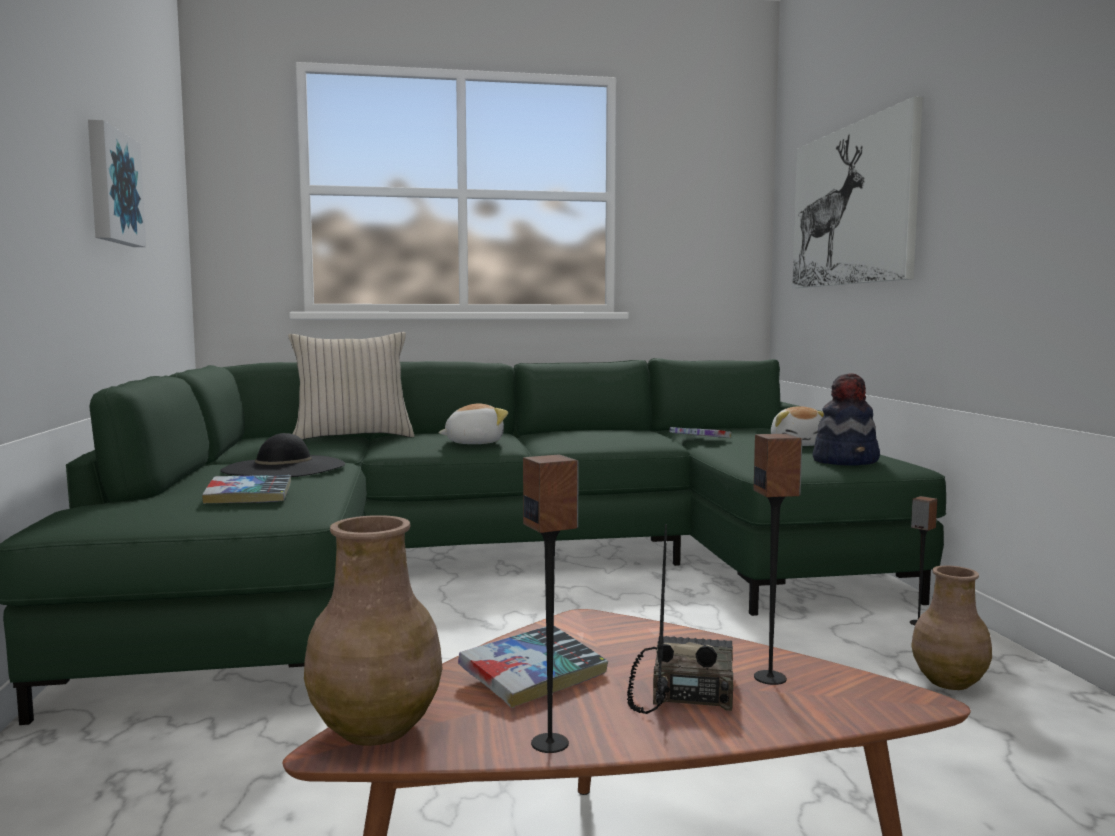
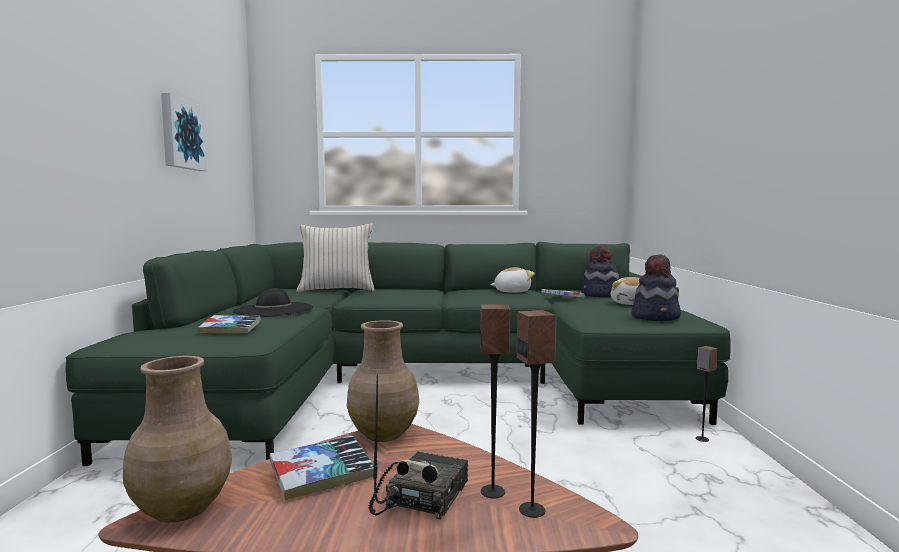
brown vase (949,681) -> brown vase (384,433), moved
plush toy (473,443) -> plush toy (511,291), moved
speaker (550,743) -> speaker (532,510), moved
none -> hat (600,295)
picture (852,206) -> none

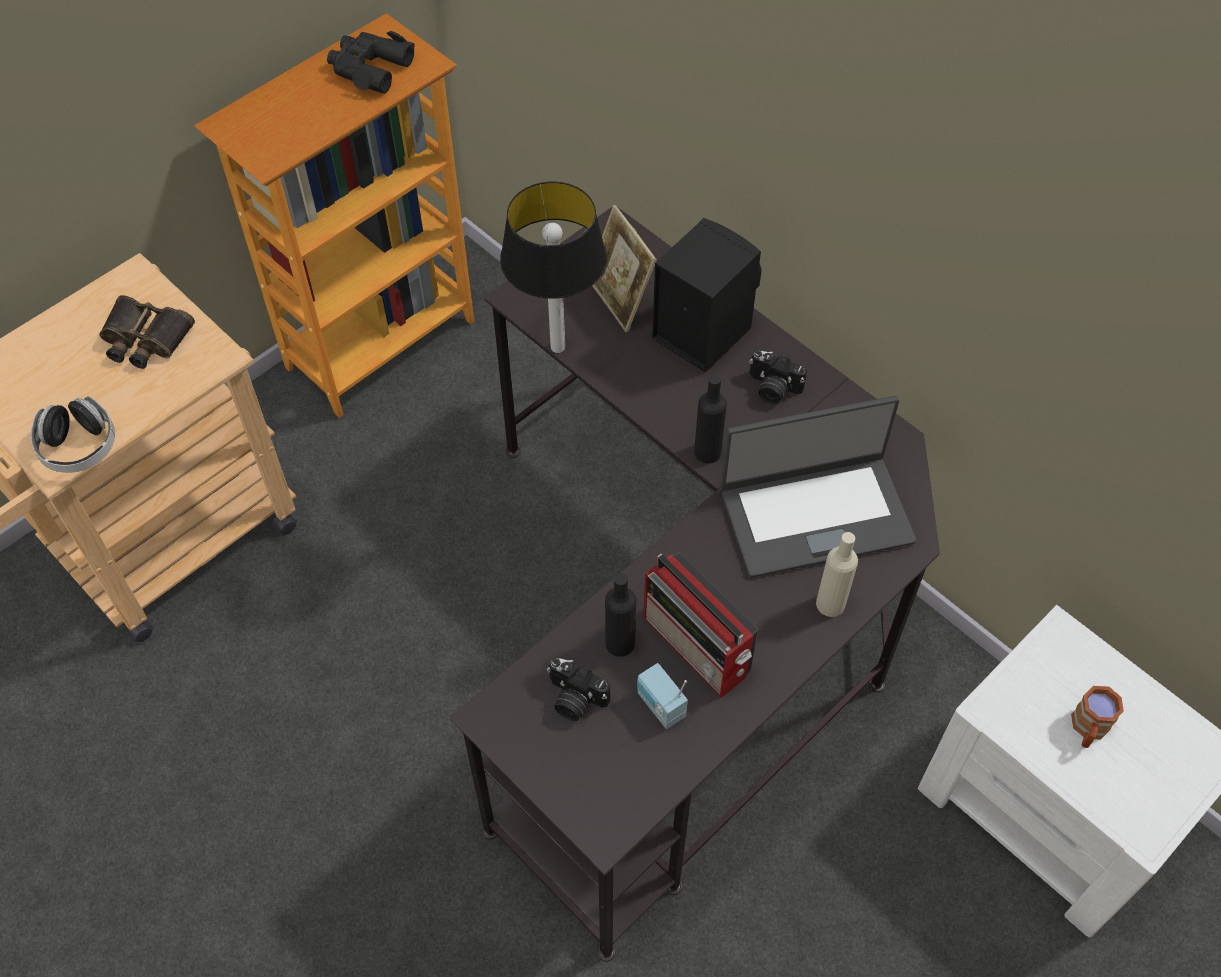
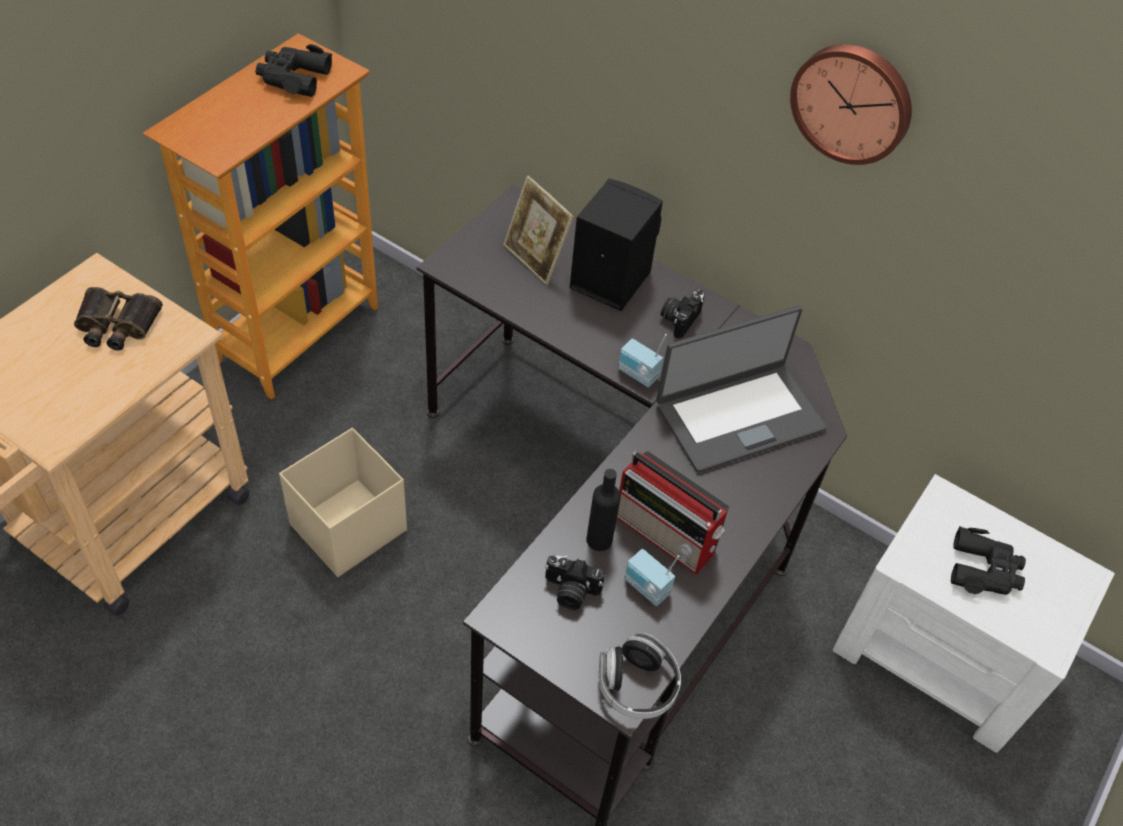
none -> beige storage box (346,528)
headphones (80,447) -> headphones (636,686), moved
black bottle (707,452) -> radio (637,375)
photo camera (772,389) -> photo camera (679,319), 105 degrees clockwise
none -> wall clock (853,102)
brown mug (1088,729) -> black binoculars (984,569)
table lamp (558,346) -> none
beige bottle (830,604) -> none

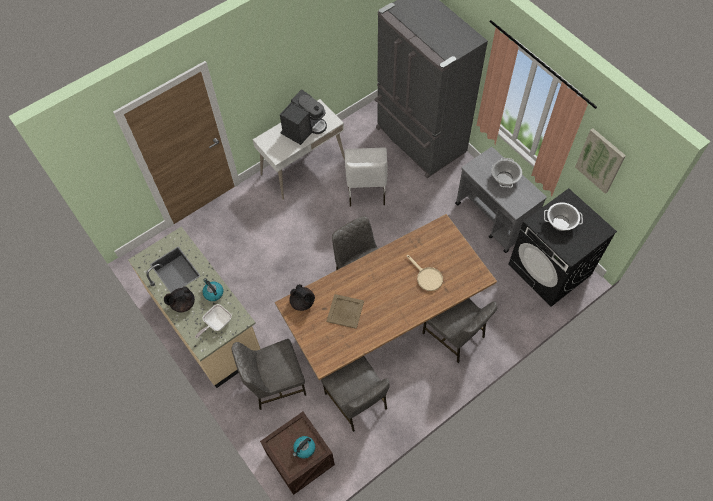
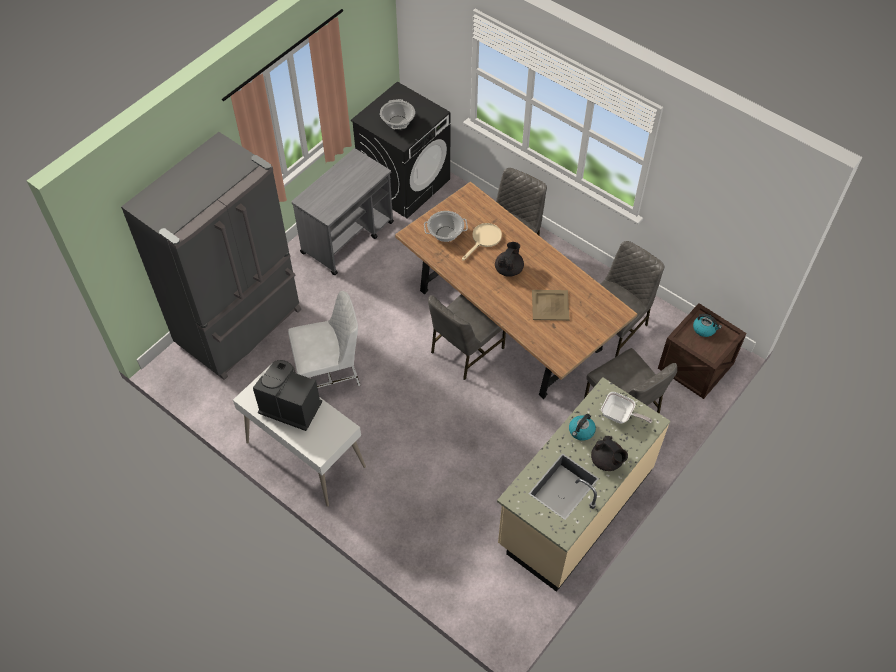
cooking pot (504,178) -> cooking pot (445,234), moved
black teapot (303,302) -> black teapot (509,269), moved
picture (600,160) -> none

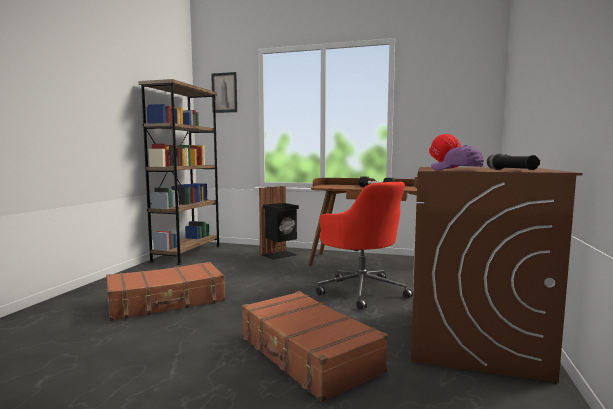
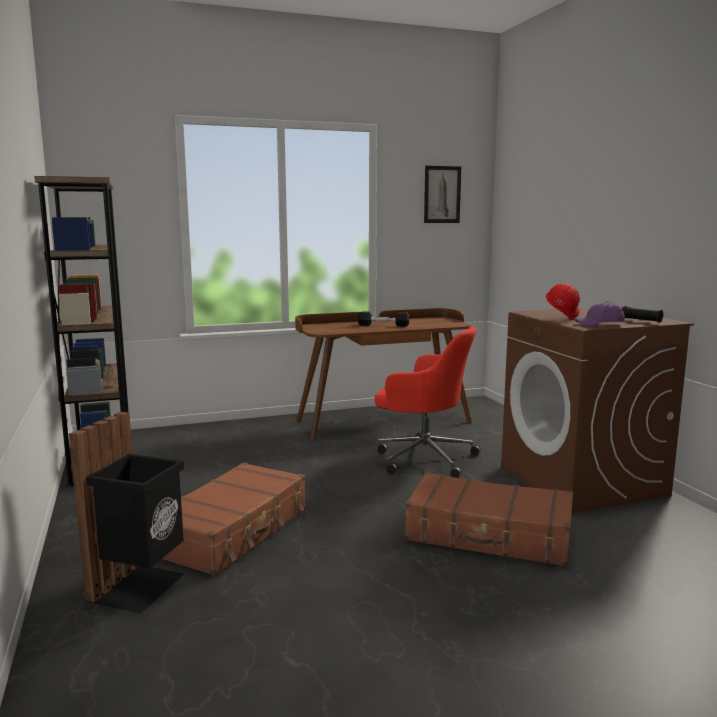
black trash can (280,255) -> black trash can (140,587), moved
picture (224,92) -> picture (442,194), moved

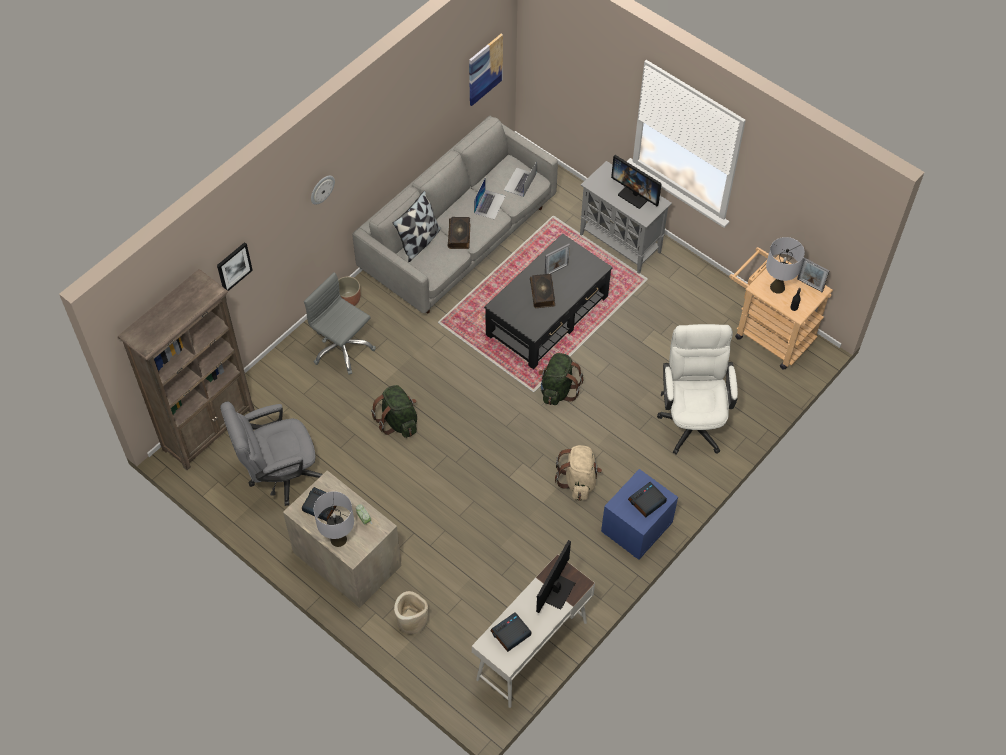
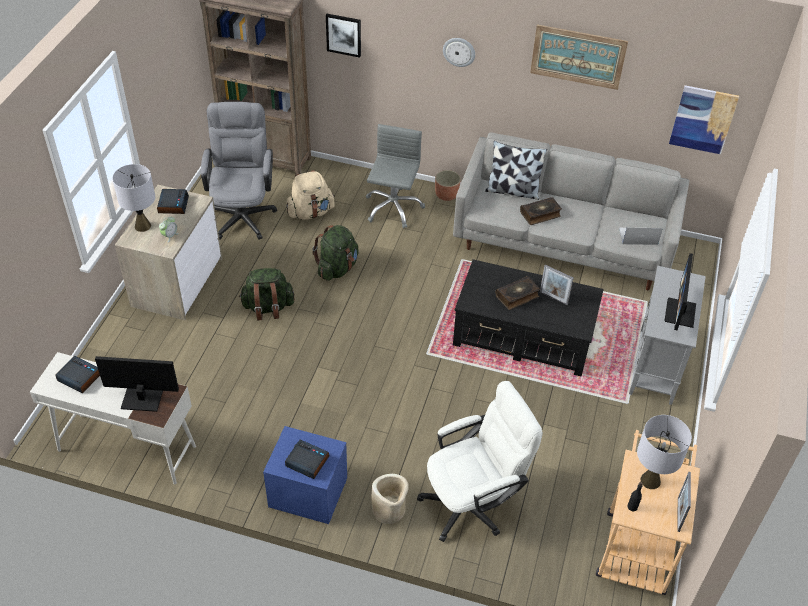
grey office chair (279,475) -> grey office chair (243,213), 45 degrees clockwise
green backpack (557,389) -> green backpack (268,307), moved
beige backpack (578,481) -> beige backpack (310,212), moved
beige planter (412,620) -> beige planter (389,510), moved
none -> picture (578,56)
laptop (489,204) -> none

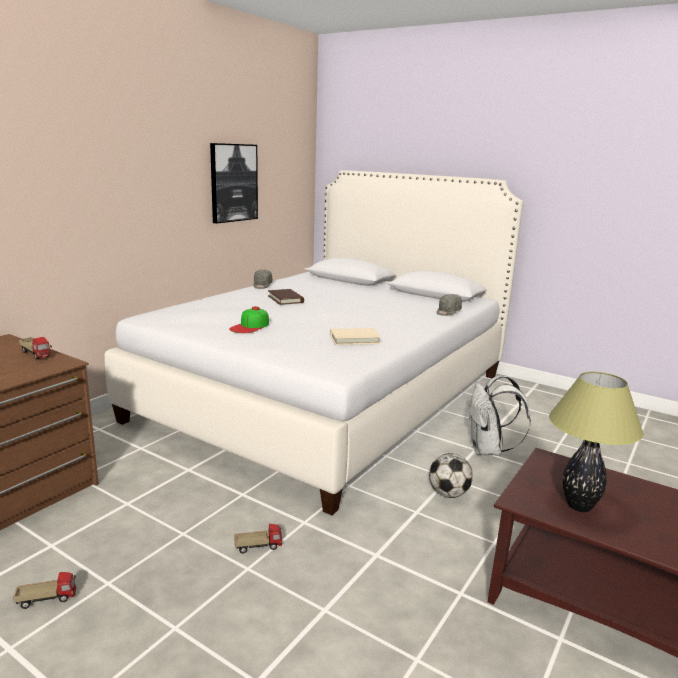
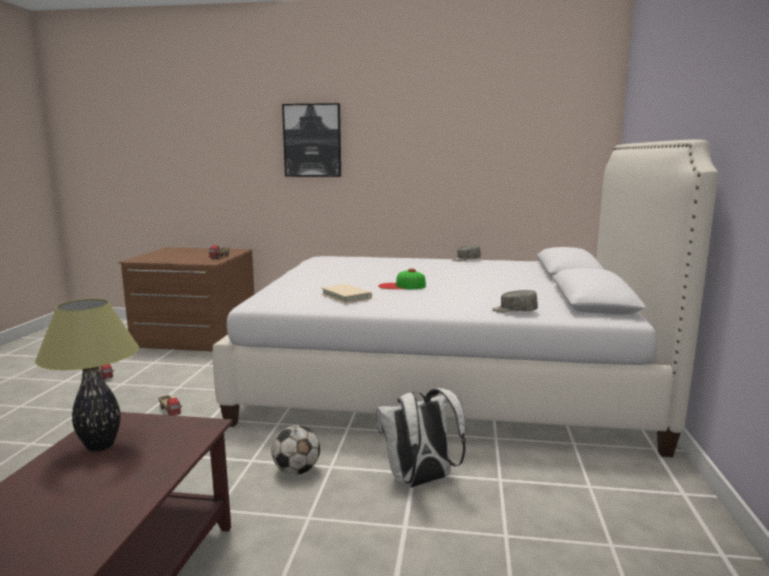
picture (233,183) -> picture (312,140), moved
cap (250,326) -> cap (401,286), moved
brown book (285,299) -> none

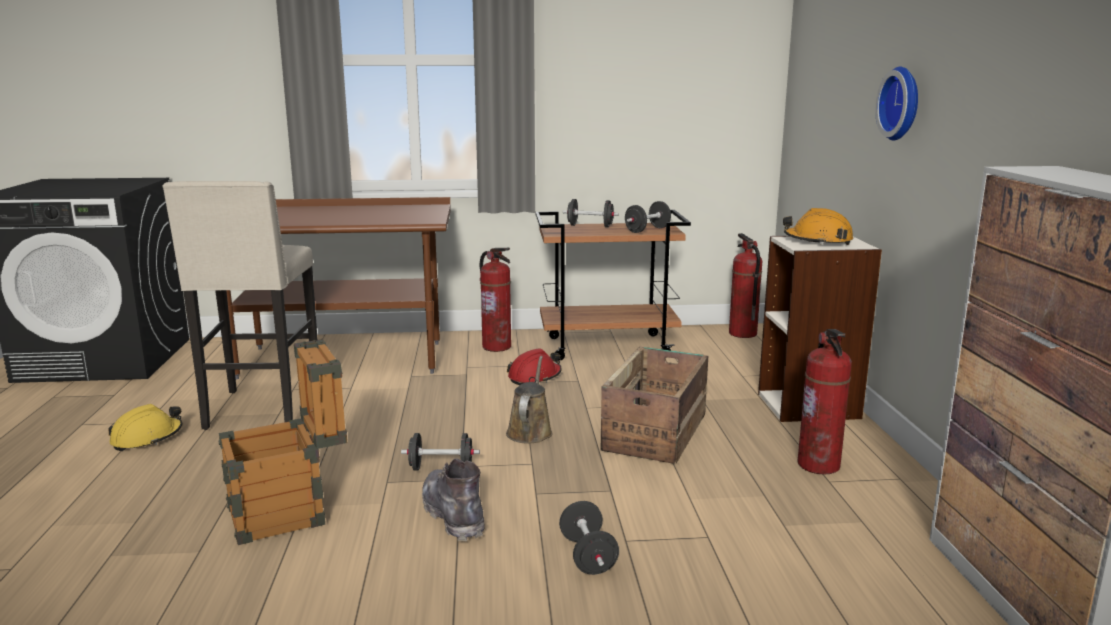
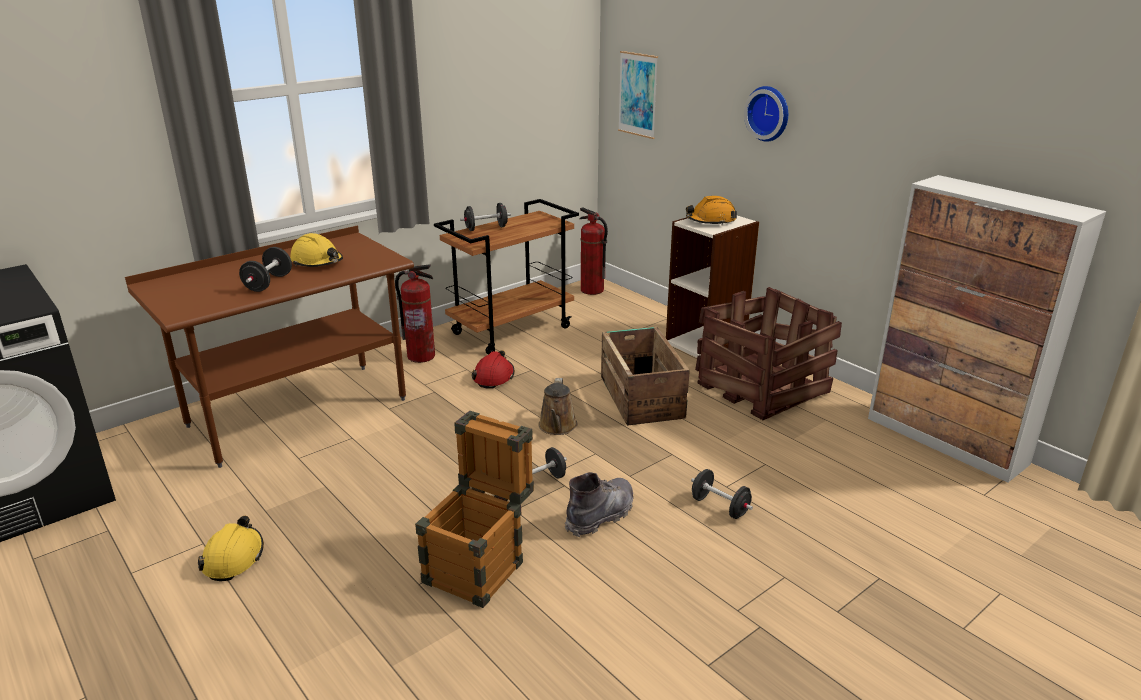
black dumbbell (647,230) -> black dumbbell (268,283), moved
none -> yellow hard hat (317,262)
brown watering can (530,431) -> brown watering can (557,427), 150 degrees counterclockwise
grey boot (453,516) -> grey boot (601,515), 105 degrees clockwise
none -> picture (637,94)
fire extinguisher (818,465) -> crate (762,388)
beige stool (261,410) -> none

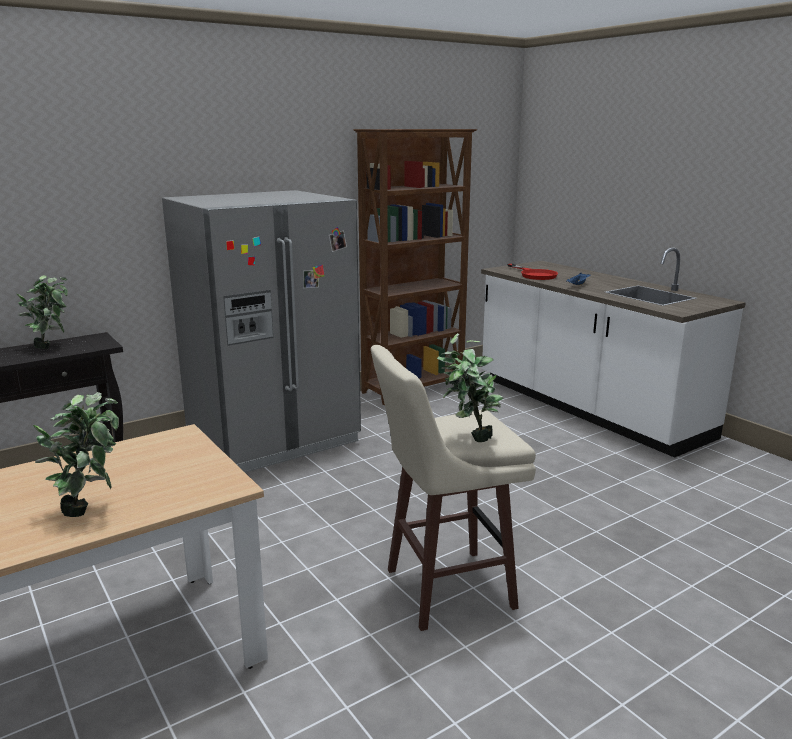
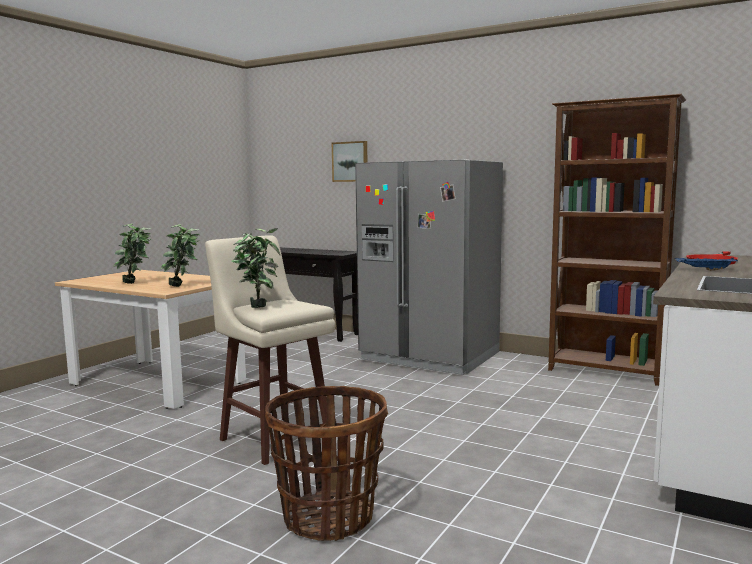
potted plant (52,346) -> potted plant (182,286), moved
none -> basket (328,517)
none -> picture (350,161)

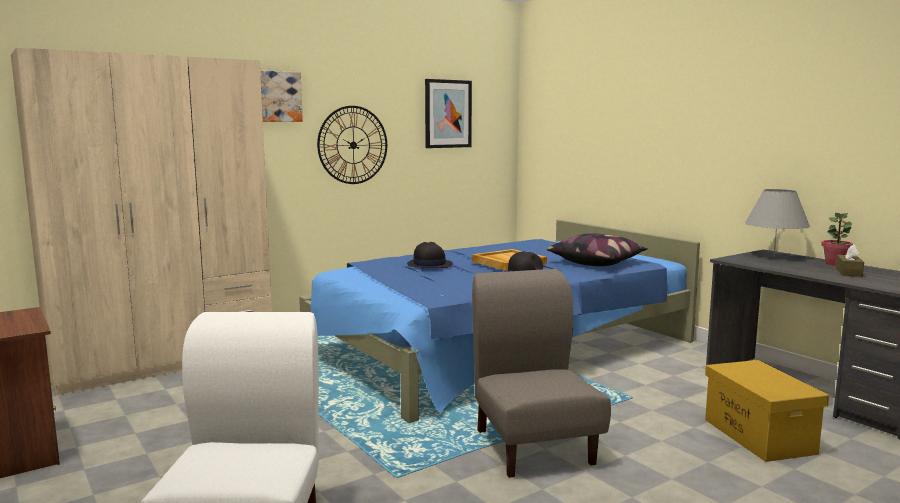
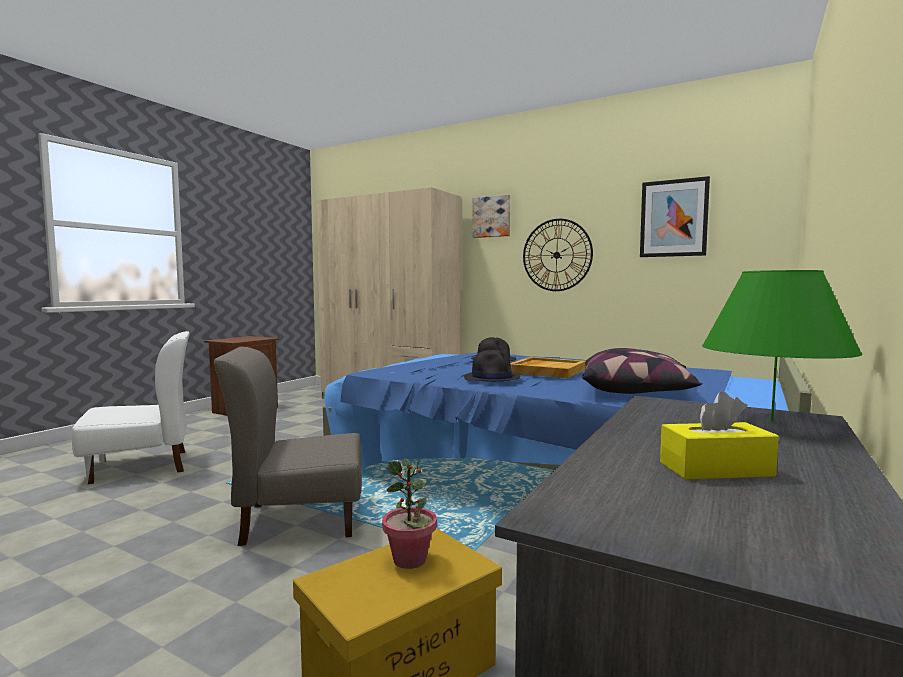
grey chair (534,446) -> grey chair (299,519), 150 degrees counterclockwise
potted plant (835,264) -> potted plant (410,560), moved
brown tissue box (848,272) -> yellow tissue box (715,469)
grey table lamp (773,256) -> green table lamp (772,421)

